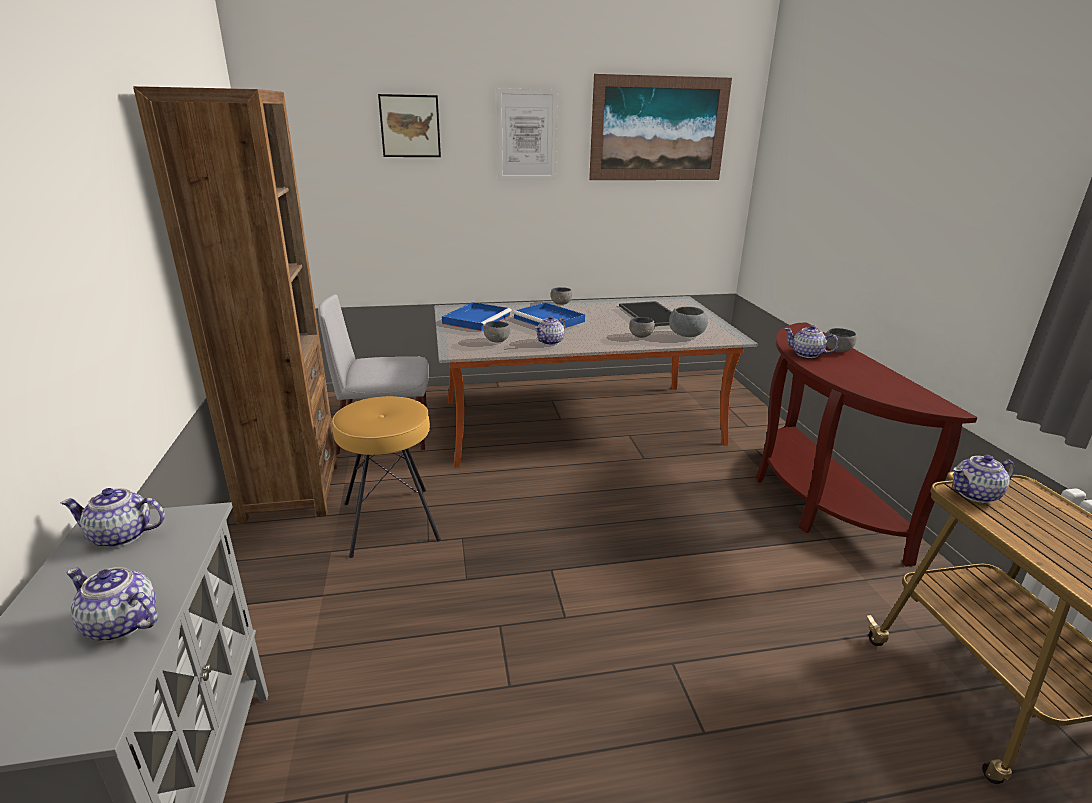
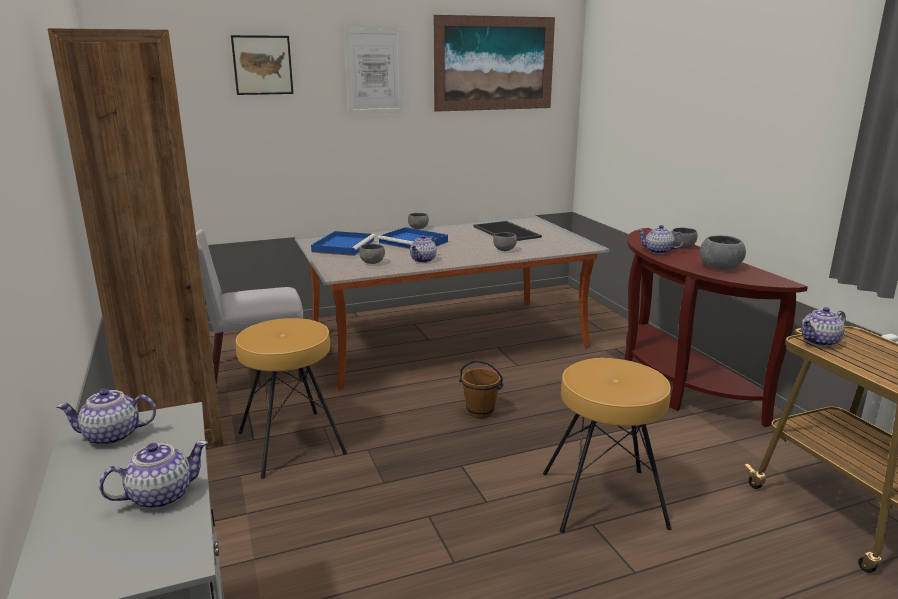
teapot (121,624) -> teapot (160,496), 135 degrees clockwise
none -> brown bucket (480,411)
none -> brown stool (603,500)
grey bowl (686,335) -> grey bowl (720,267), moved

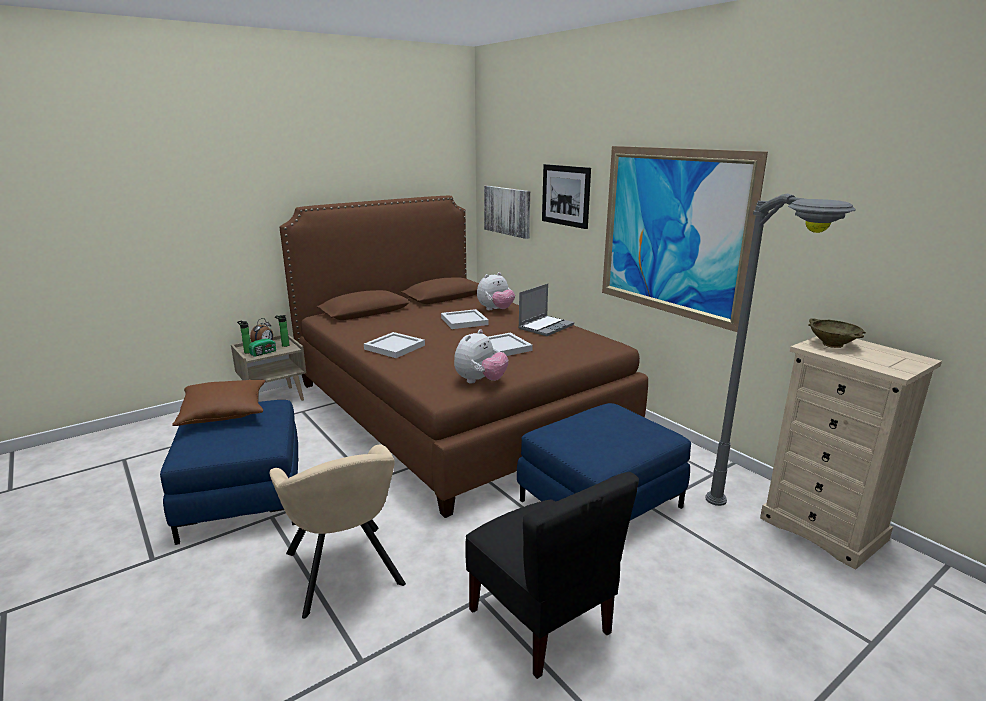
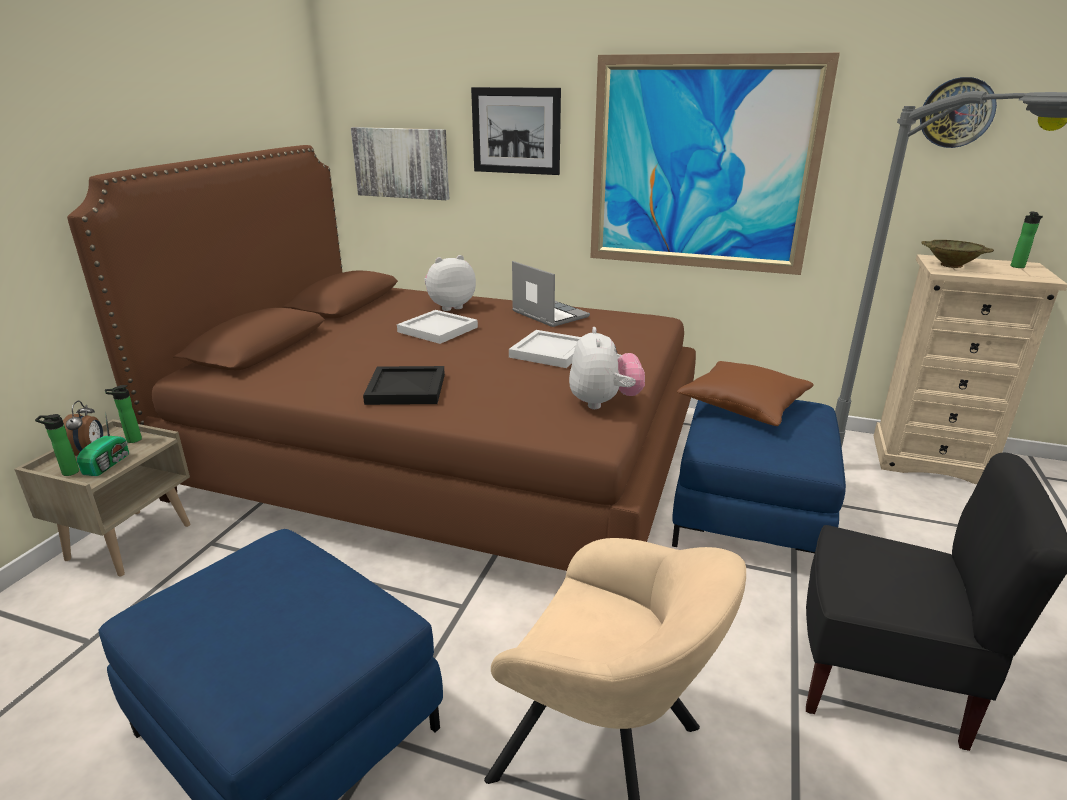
white tray (393,347) -> black tray (405,389)
plush toy (495,310) -> plush toy (449,306), 135 degrees counterclockwise
laptop (546,326) -> laptop (548,314), 45 degrees counterclockwise
brown pillow (224,413) -> brown pillow (743,406), moved
none -> wall clock (956,112)
none -> bottle (1018,267)

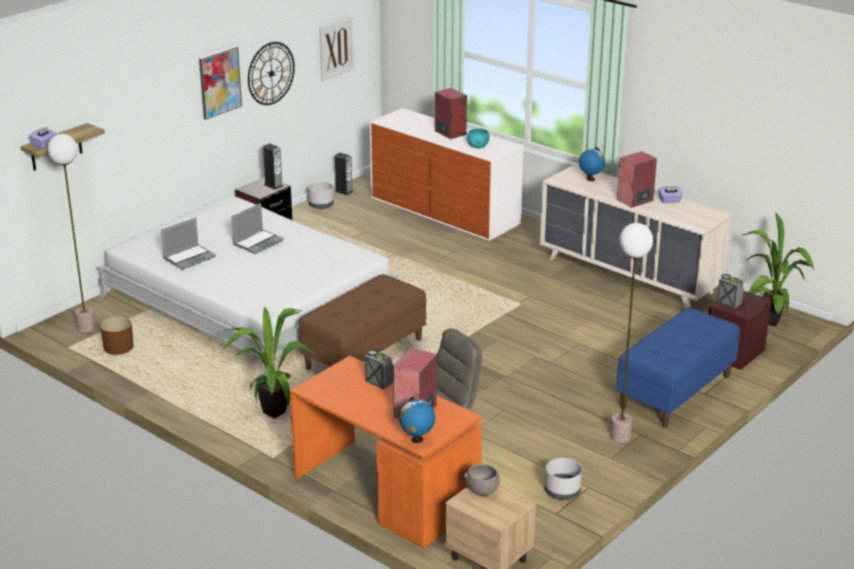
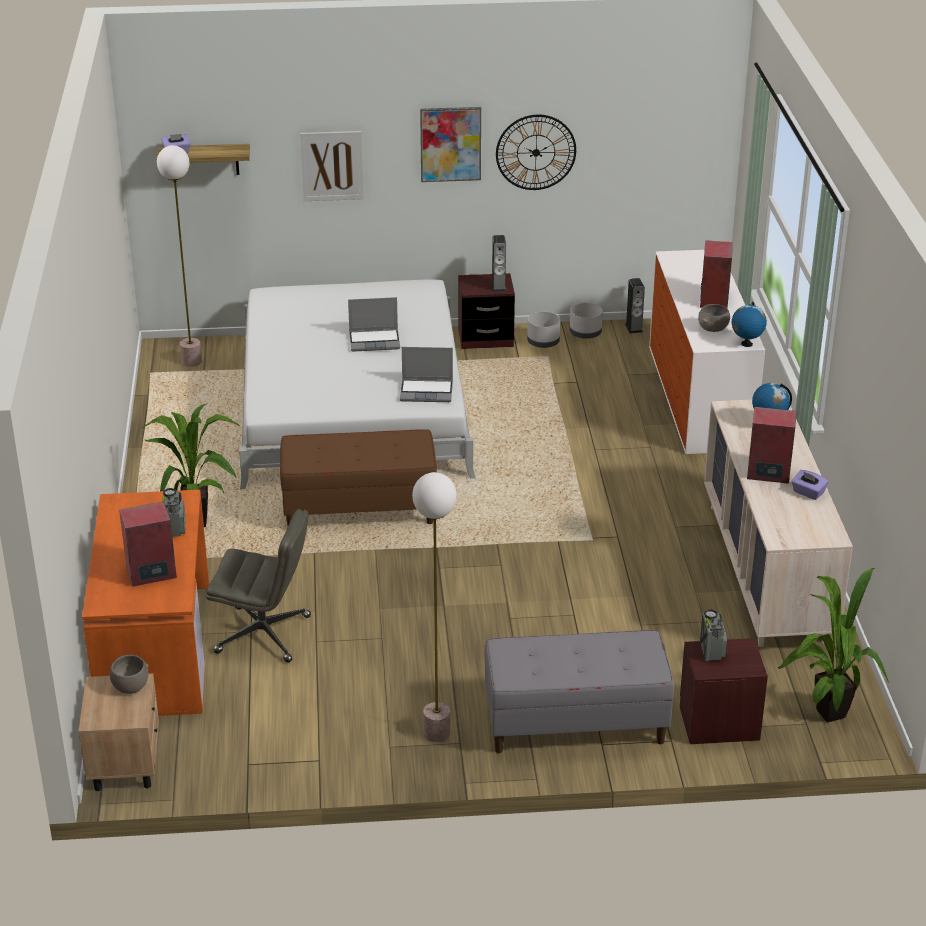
picture (336,48) -> picture (332,165), moved
laptop (189,257) -> laptop (427,391), moved
blue bench (676,392) -> grey bench (575,724)
grey planter (563,492) -> grey planter (543,342), moved
turquoise bowl (478,146) -> grey bowl (713,328)
globe (416,440) -> globe (746,344), moved
brown planter (118,348) -> none

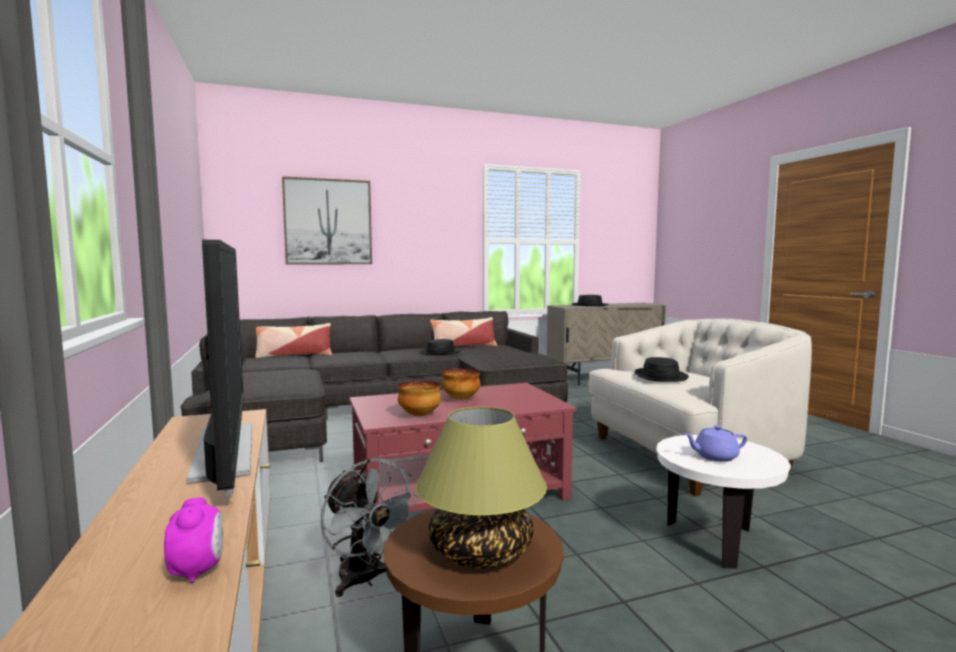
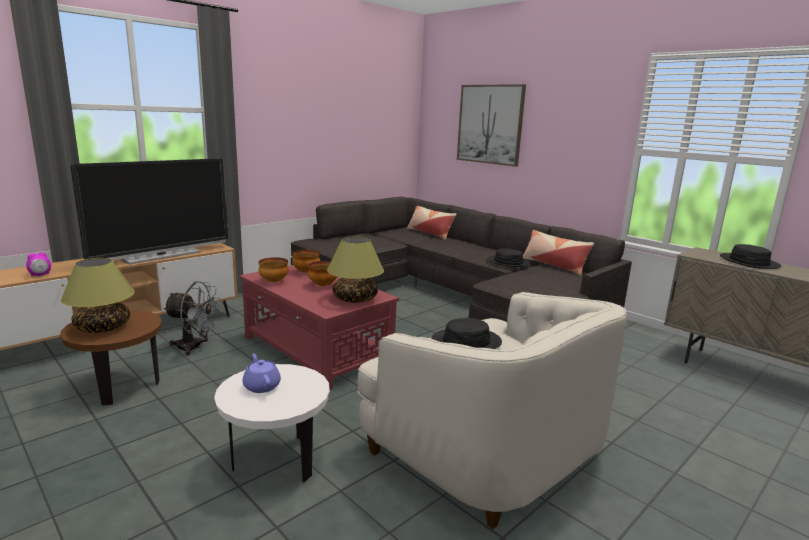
grey fan (365,580) -> grey fan (194,347), 105 degrees counterclockwise
none -> bowl (306,272)
none -> table lamp (355,299)

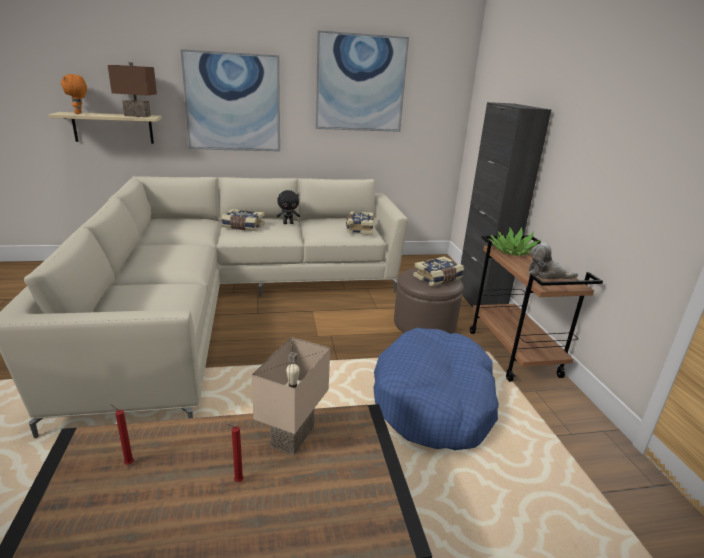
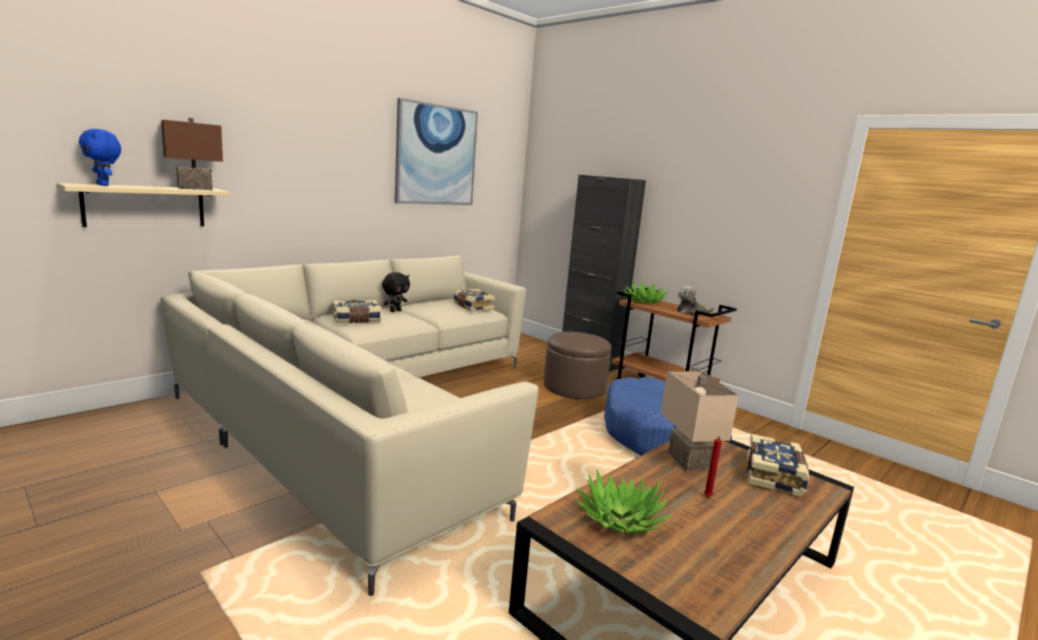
orange plush toy (79,113) -> blue plush toy (104,185)
red candle (128,463) -> potted plant (620,519)
book (438,279) -> book (775,476), moved
picture (233,103) -> none

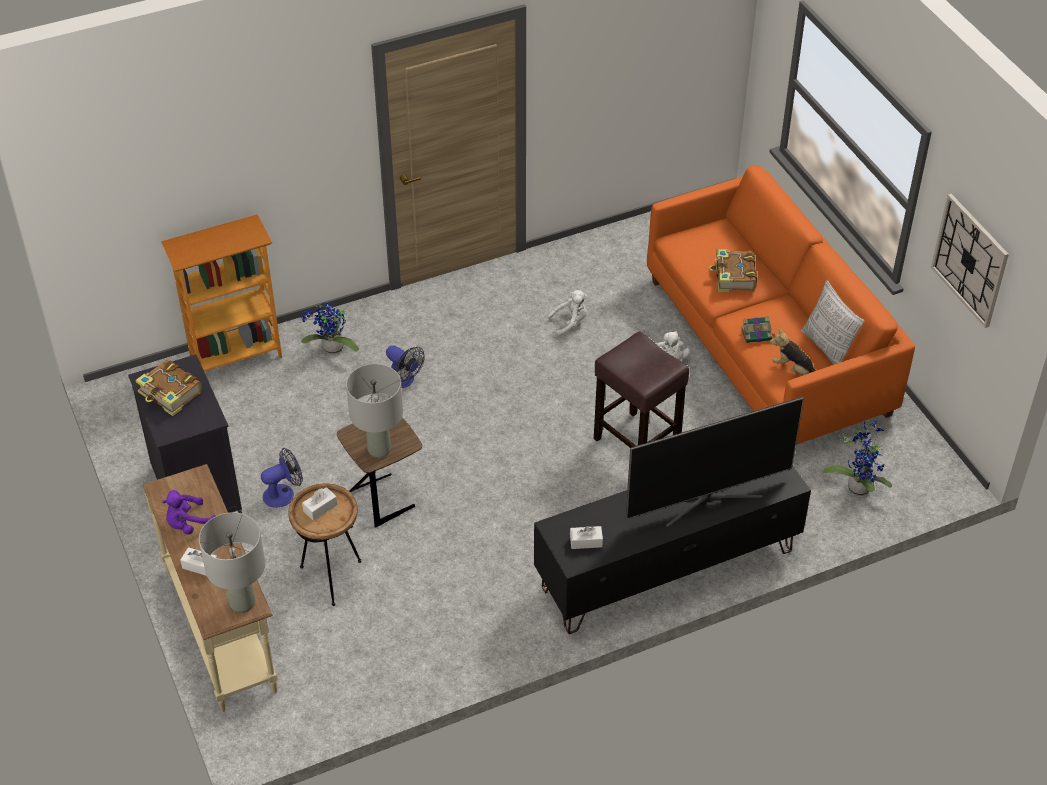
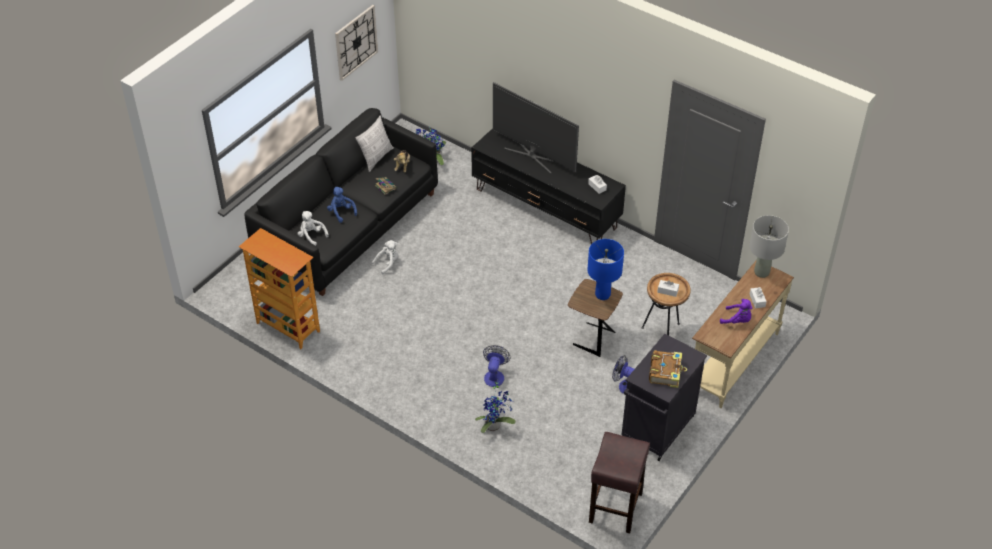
bookcase (236,355) -> bookcase (287,327), moved
orange sofa (767,346) -> black sofa (348,226)
white plush toy (570,323) -> white plush toy (311,236), moved
book (733,277) -> blue plush toy (341,212)
grey table lamp (379,449) -> blue table lamp (602,295)
brown stool (635,442) -> brown stool (615,508), moved

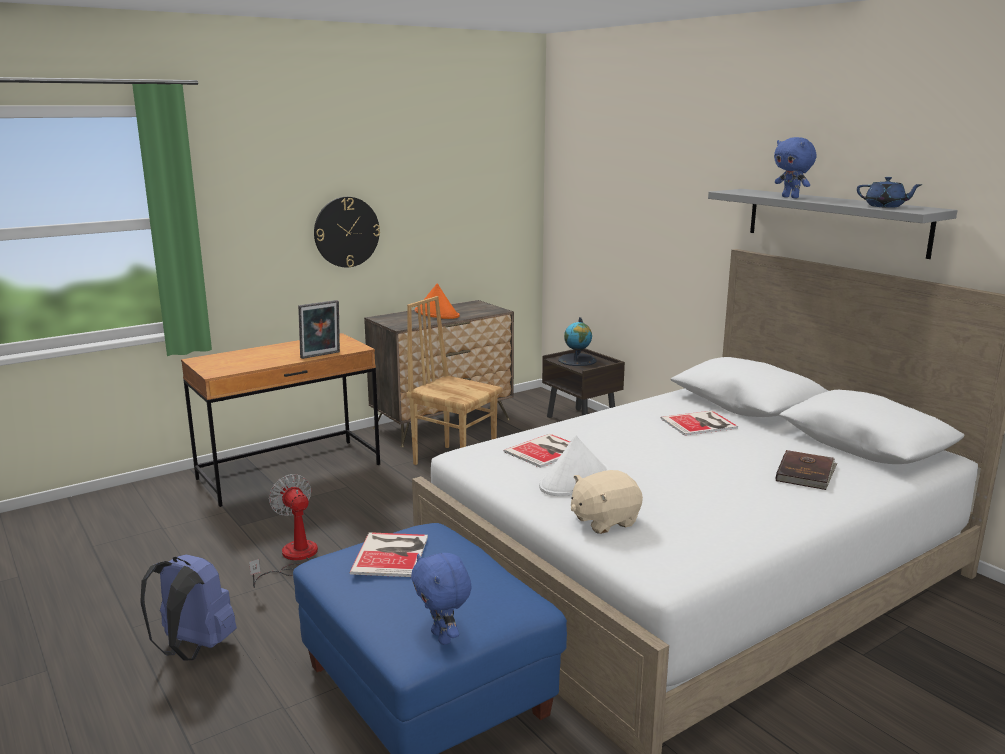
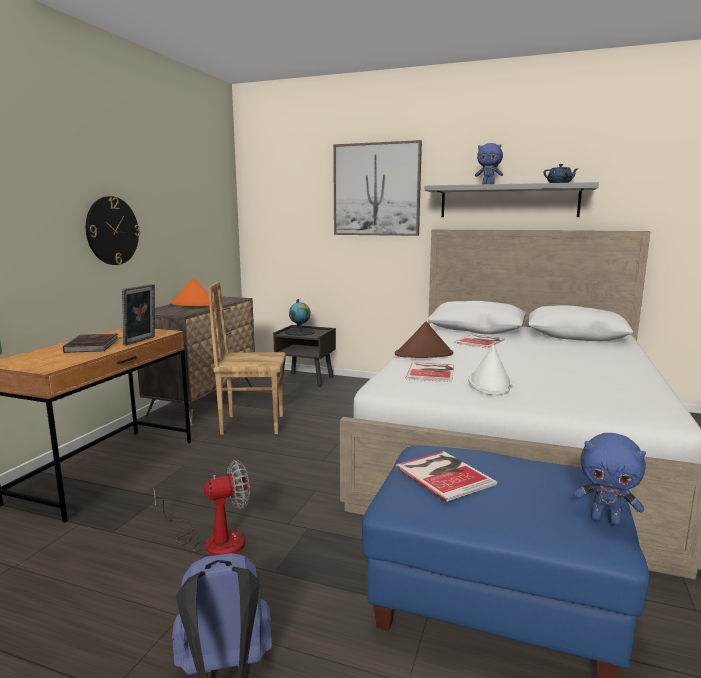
brown book (806,473) -> brown book (93,345), moved
fan (292,558) -> fan (213,540), 135 degrees clockwise
none -> picture (376,189)
none -> brown hat (424,354)
beige plush toy (604,521) -> none

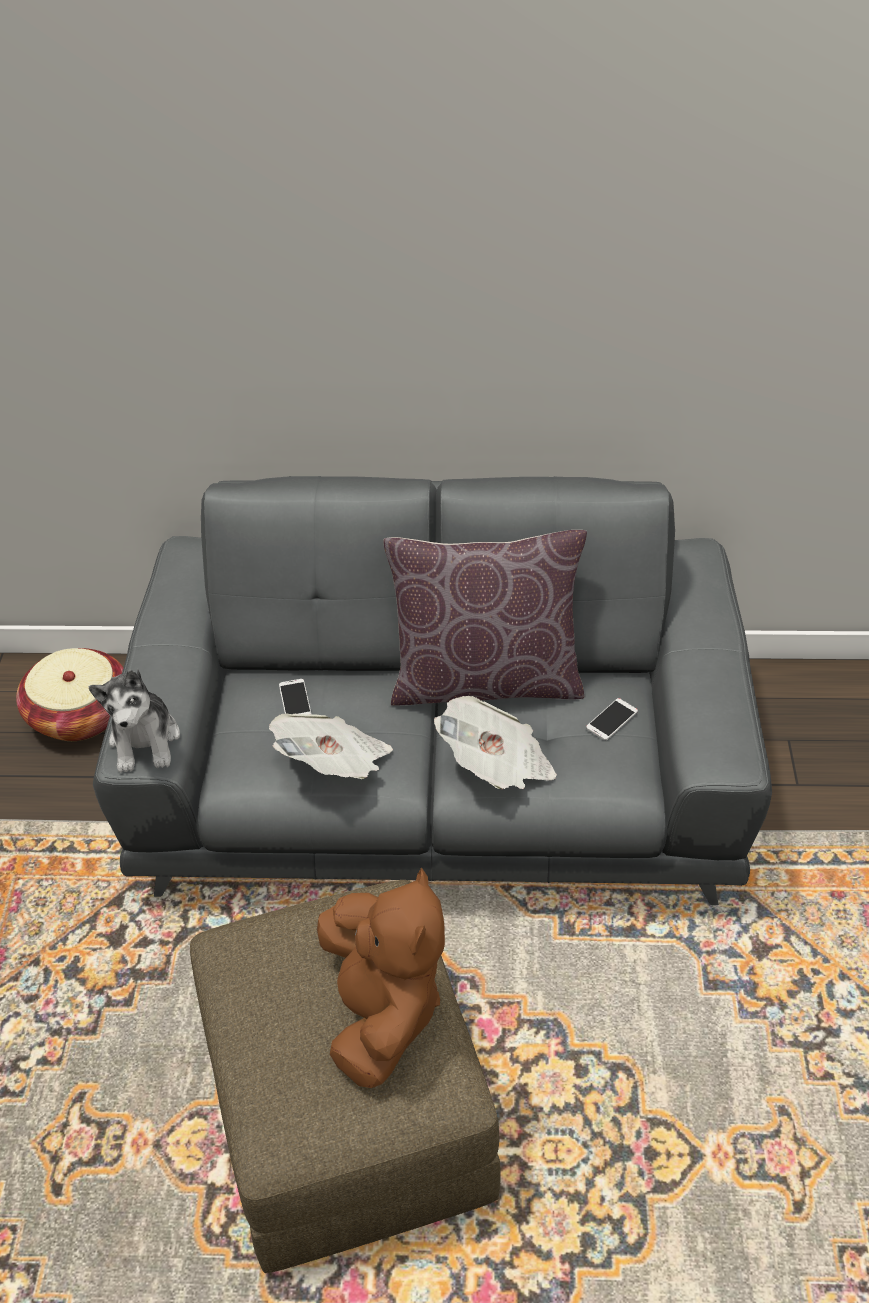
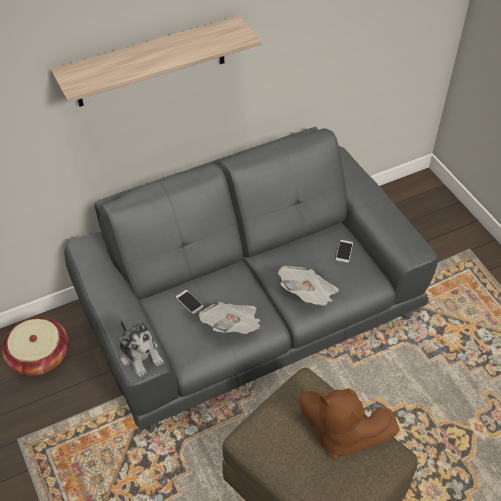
none -> shelf (151,62)
brown plush toy (381,1011) -> brown plush toy (341,434), 150 degrees clockwise
brown pillow (486,680) -> none

